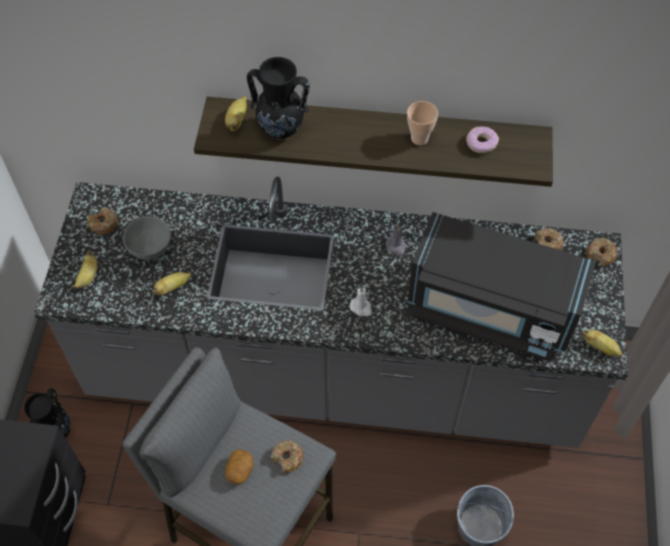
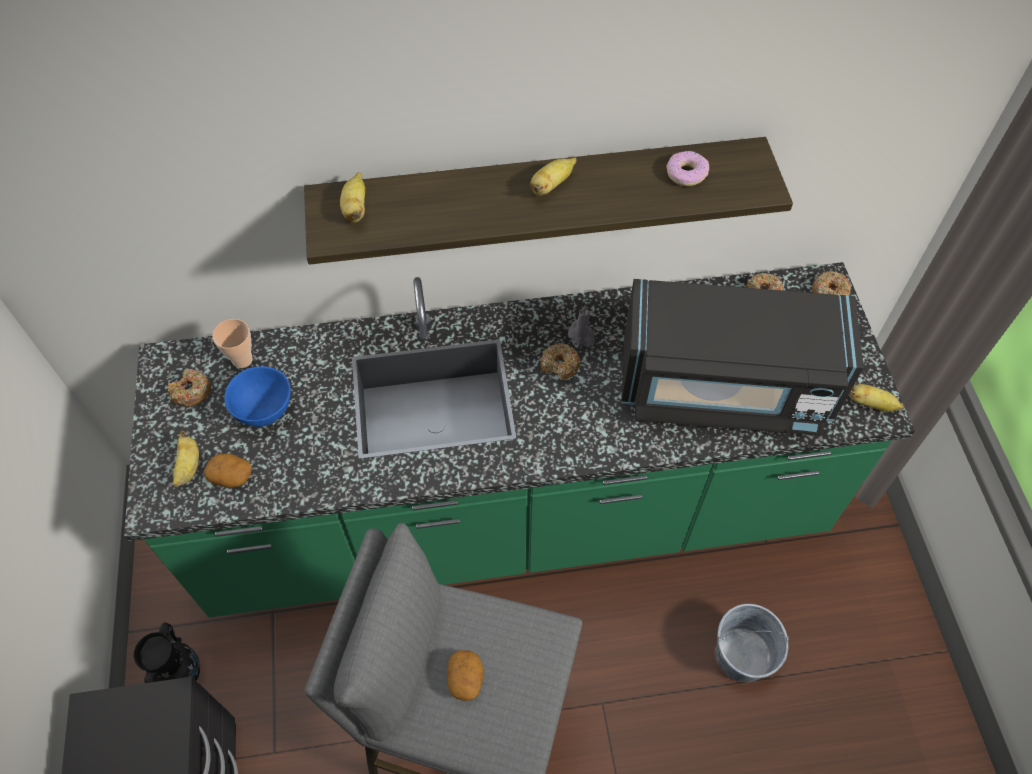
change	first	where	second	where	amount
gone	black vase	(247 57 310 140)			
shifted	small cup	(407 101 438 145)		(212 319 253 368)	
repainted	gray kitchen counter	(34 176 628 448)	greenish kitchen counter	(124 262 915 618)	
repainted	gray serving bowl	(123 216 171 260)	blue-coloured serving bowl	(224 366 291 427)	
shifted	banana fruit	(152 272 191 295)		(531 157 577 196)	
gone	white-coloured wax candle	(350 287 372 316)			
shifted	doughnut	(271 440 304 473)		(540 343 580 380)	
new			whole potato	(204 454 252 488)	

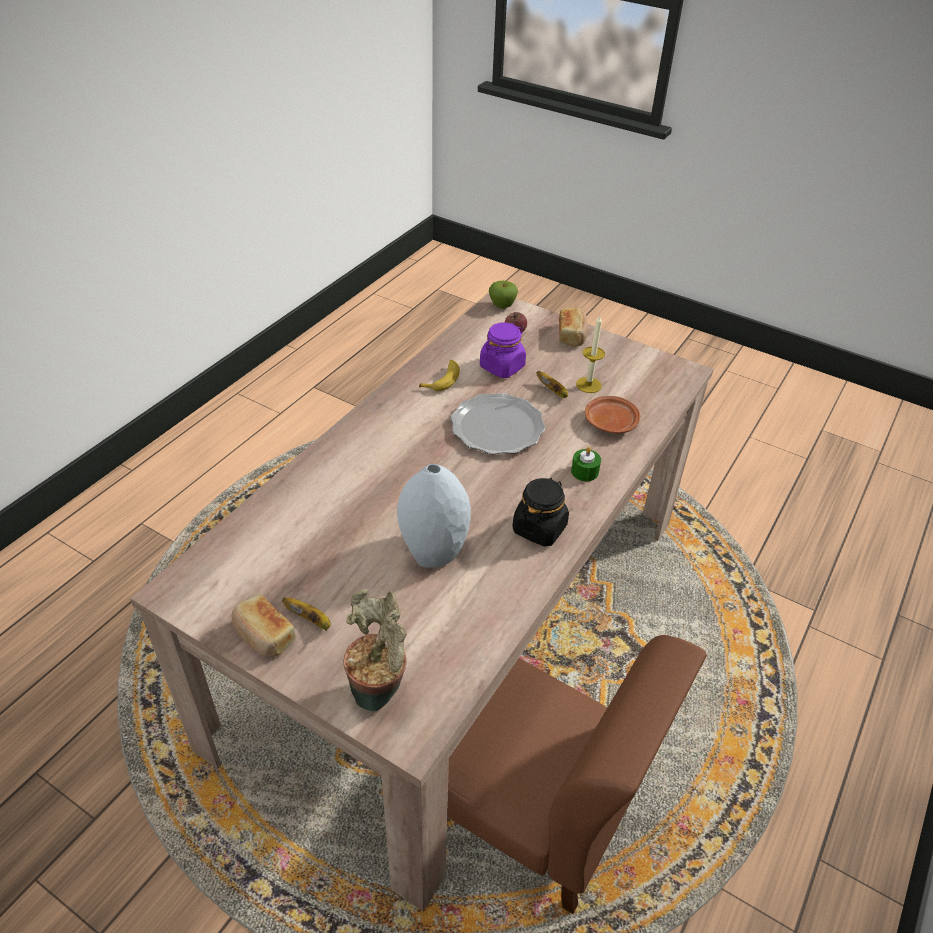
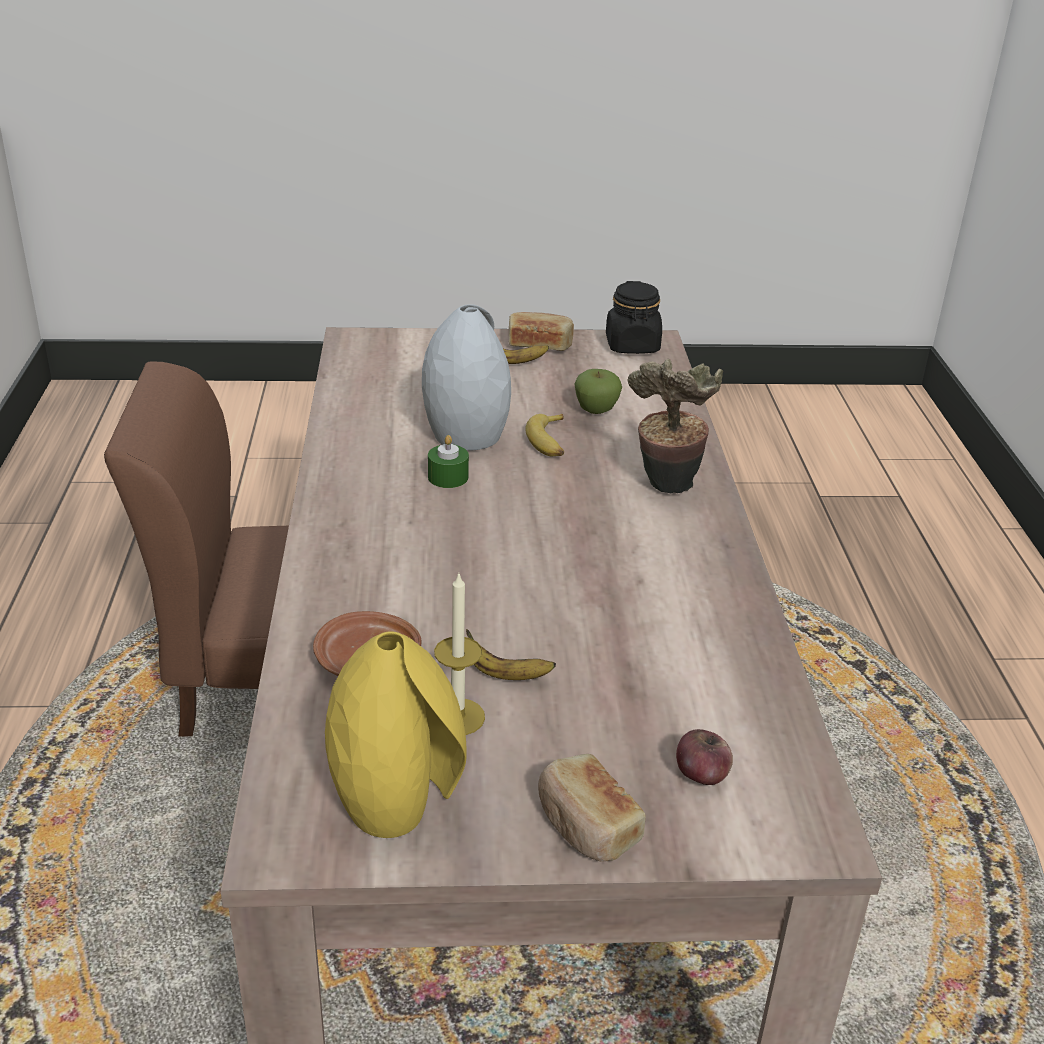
change	first	where	second	where	amount
shifted	whole apple	(489 281 518 309)		(574 369 622 414)	
gone	purple-coloured preserve jar	(480 322 526 378)			
shifted	banana fruit	(419 360 460 391)		(525 414 564 456)	
gone	dinner plate	(451 393 545 455)			
shifted	greenish wax candle	(571 447 601 481)		(428 435 469 488)	
shifted	black preserve jar	(512 478 569 547)		(606 281 662 354)	
shifted	plant in a pot	(343 589 407 711)		(627 359 723 494)	
new			yellowish vase	(325 631 467 838)	

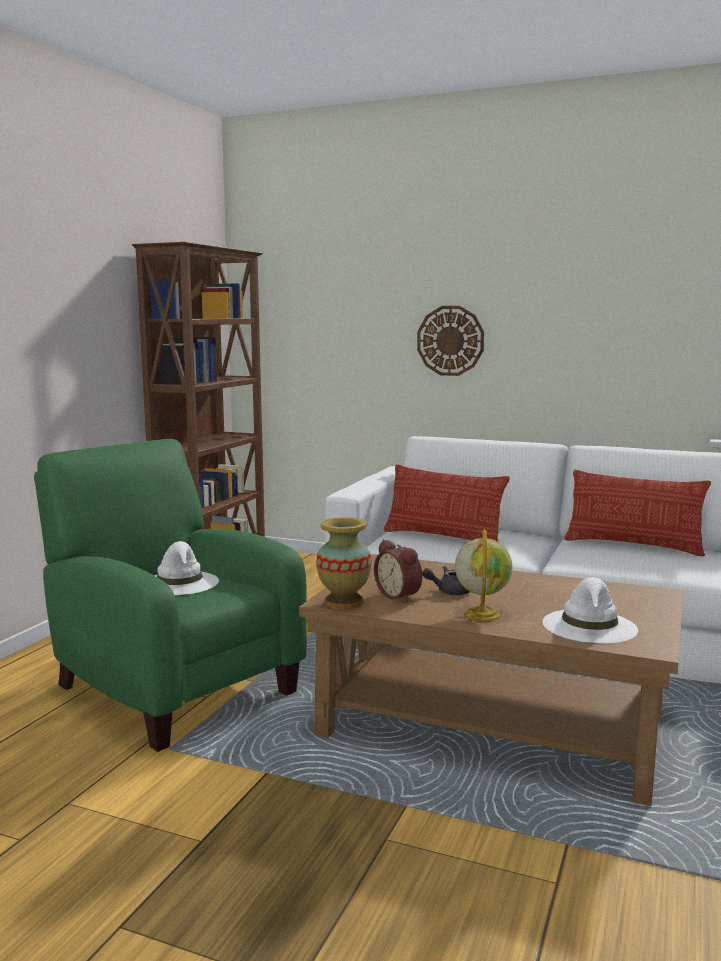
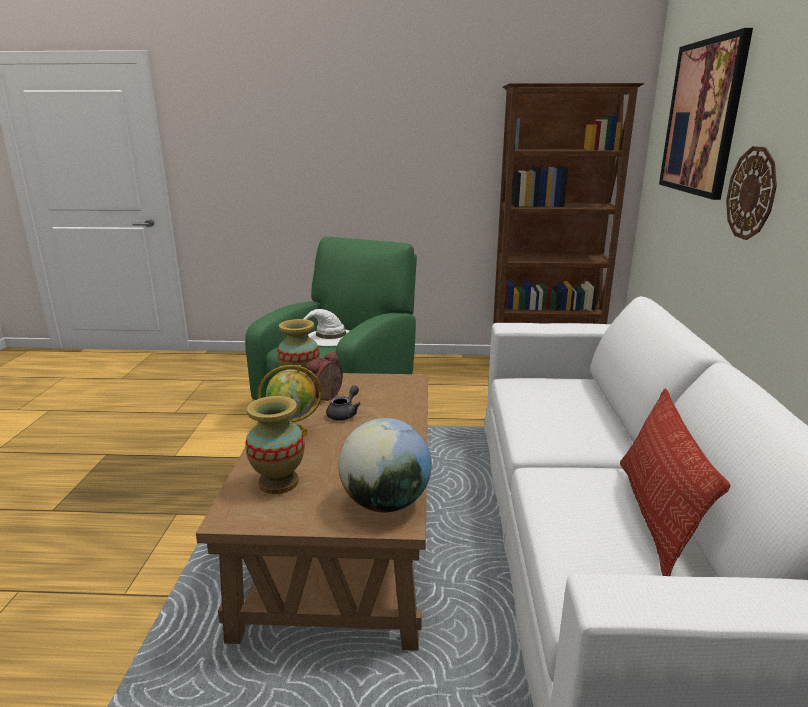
change	first	where	second	where	amount
gone	pillow	(384 464 510 542)			
rotated	gray teapot	(422 566 470 595)		(326 385 361 420)	60 degrees clockwise
swapped	white-coloured hat	(543 577 638 644)	vase	(246 396 305 494)	
new			wall art	(659 28 753 200)	
new			desk globe	(338 418 431 512)	

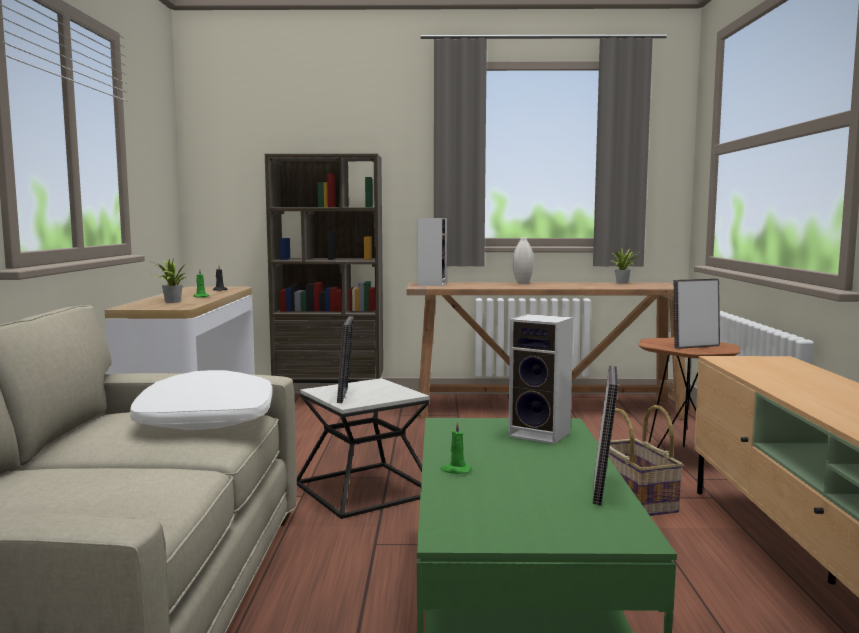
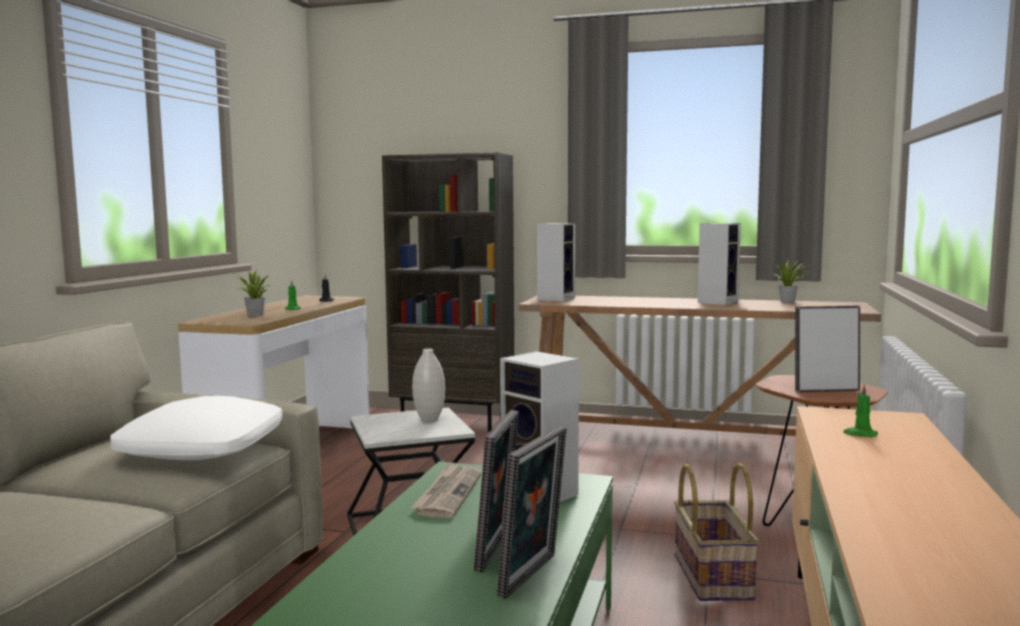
change	first	where	second	where	amount
shifted	white-coloured vase	(513 237 534 284)		(412 349 445 422)	
shifted	photo frame	(337 316 354 403)		(474 410 519 572)	
shifted	greenish wax candle	(441 421 472 474)		(843 384 878 437)	
new			audio speaker	(698 223 741 305)	
new			printed paper	(410 462 481 518)	

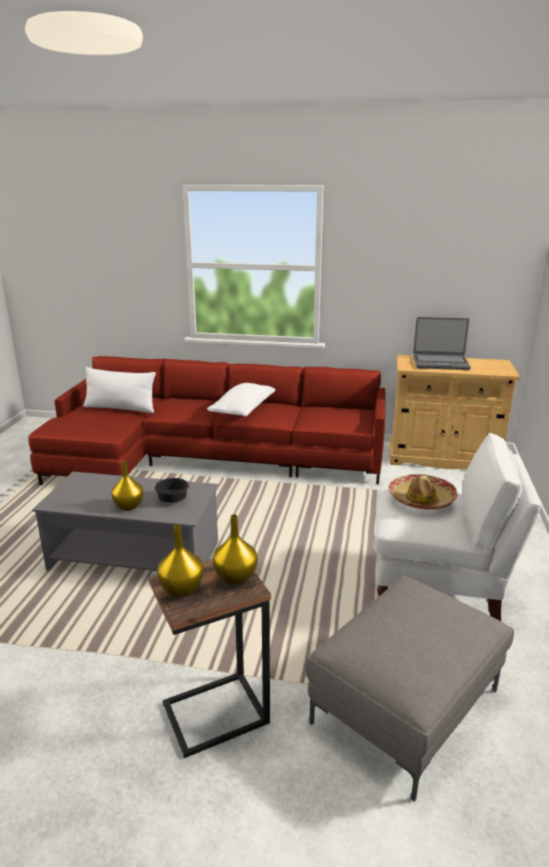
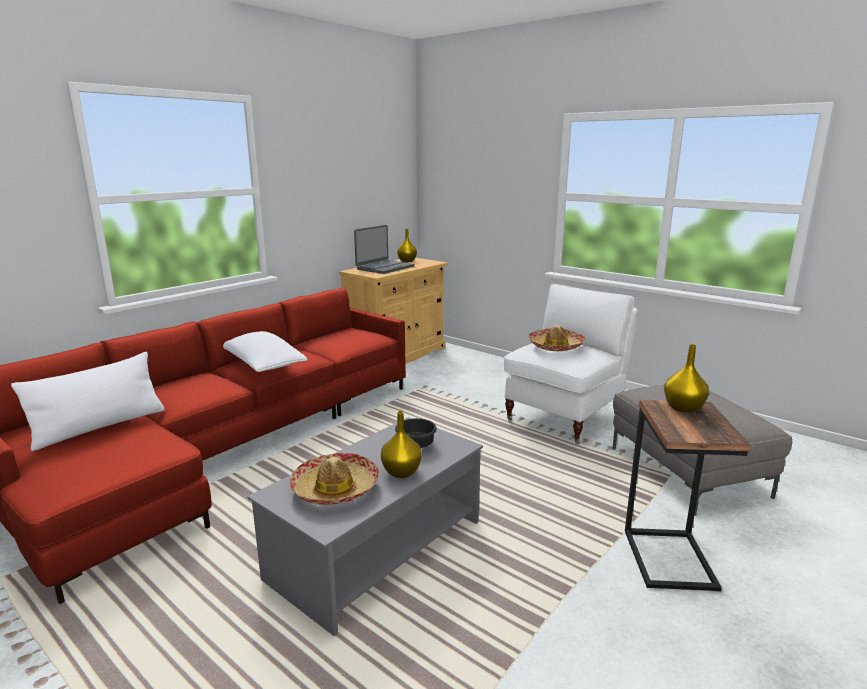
change	first	where	second	where	amount
shifted	yellowish vase	(157 525 204 598)		(397 229 417 262)	
new			hat	(289 453 379 505)	

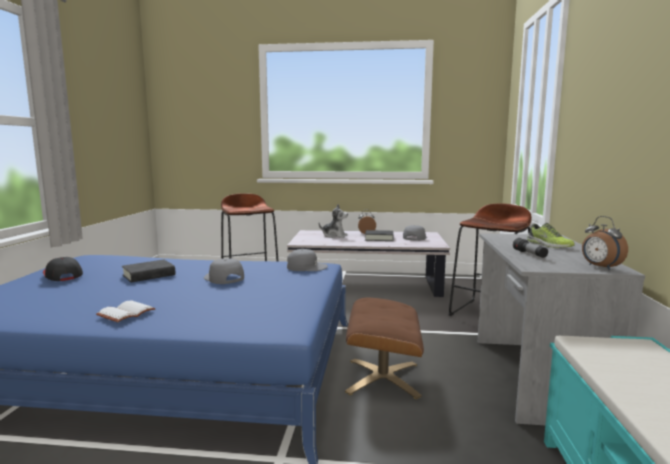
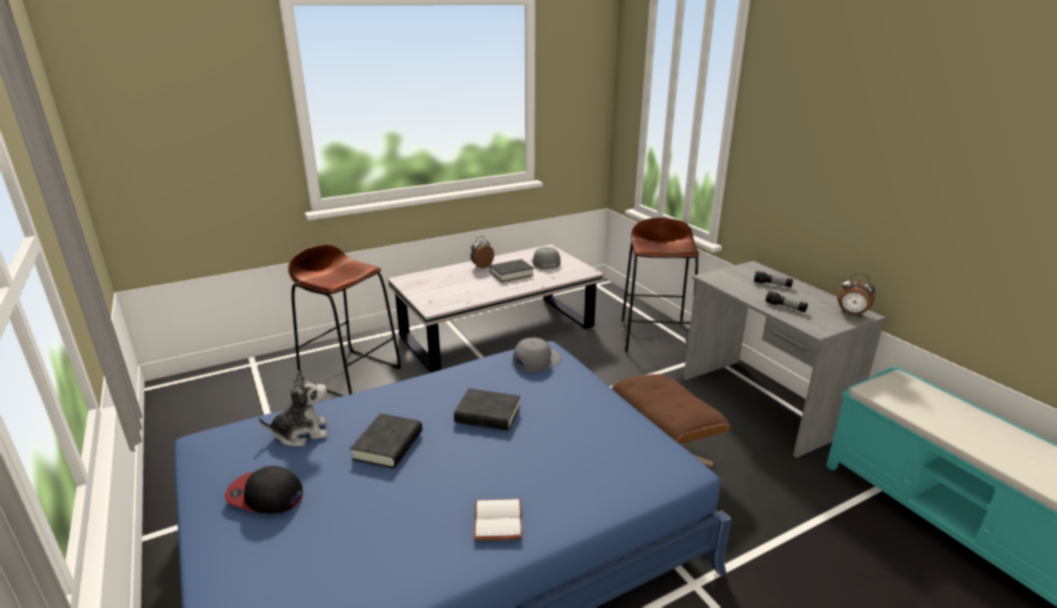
change	first	where	second	where	amount
shifted	cuddly toy	(319 204 348 238)		(259 371 328 446)	
swapped	shoe	(527 223 575 248)	torch	(754 271 793 287)	
swapped	gray baseball cap	(204 258 244 284)	black volume	(454 388 520 431)	

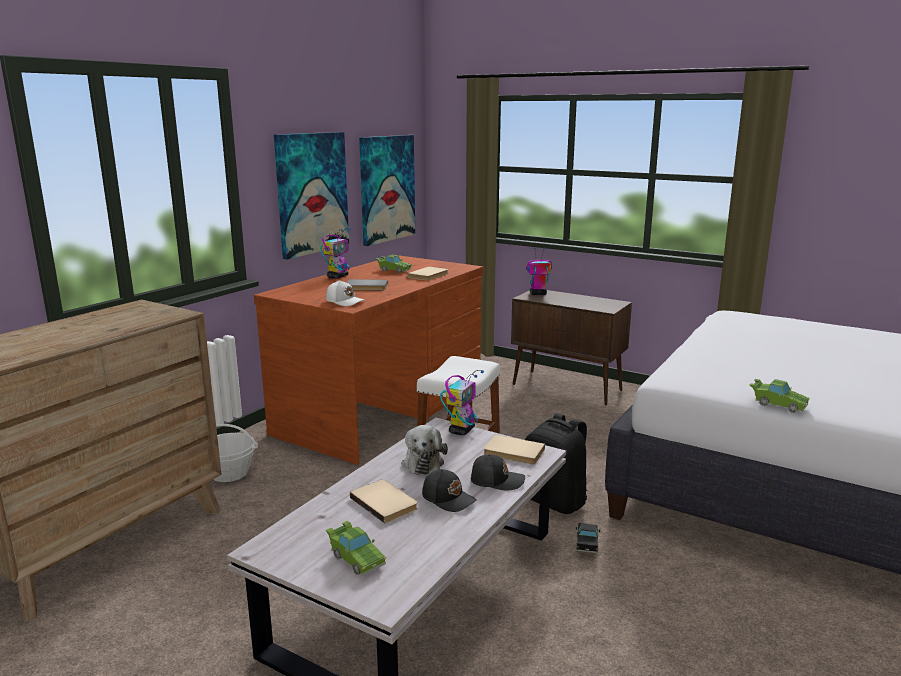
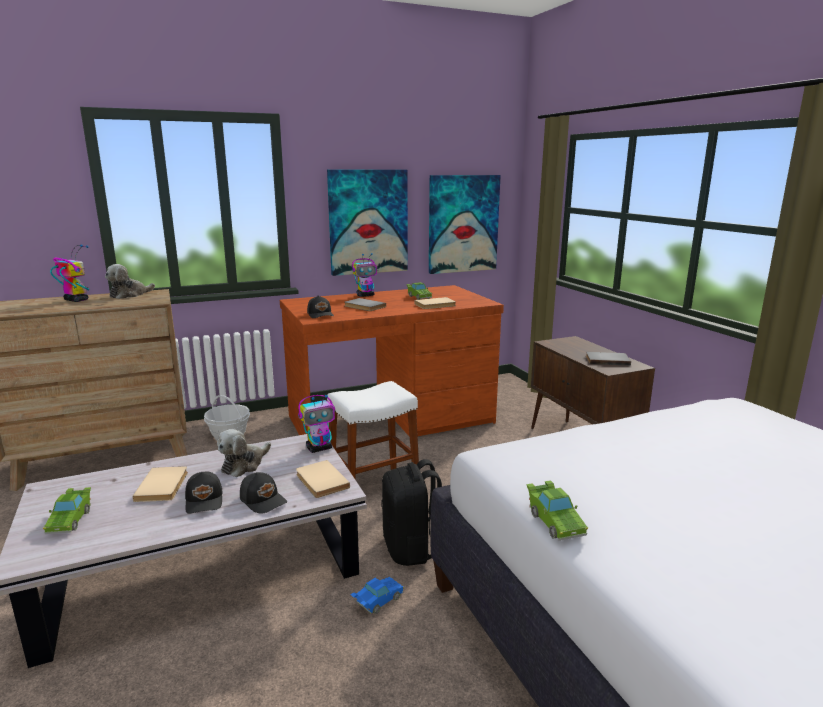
change	first	where	second	where	amount
shifted	toy robot	(526 247 552 295)		(50 245 89 302)	
repainted	white-coloured baseball cap	(326 280 365 306)	black baseball cap	(307 295 334 318)	
repainted	black miniature car	(576 523 600 553)	blue-coloured miniature car	(350 577 404 614)	
new			cuddly toy	(105 264 155 299)	
new			gray volume	(586 352 631 366)	

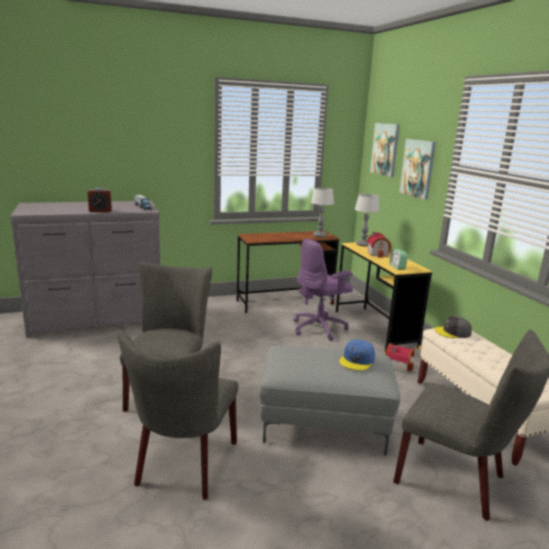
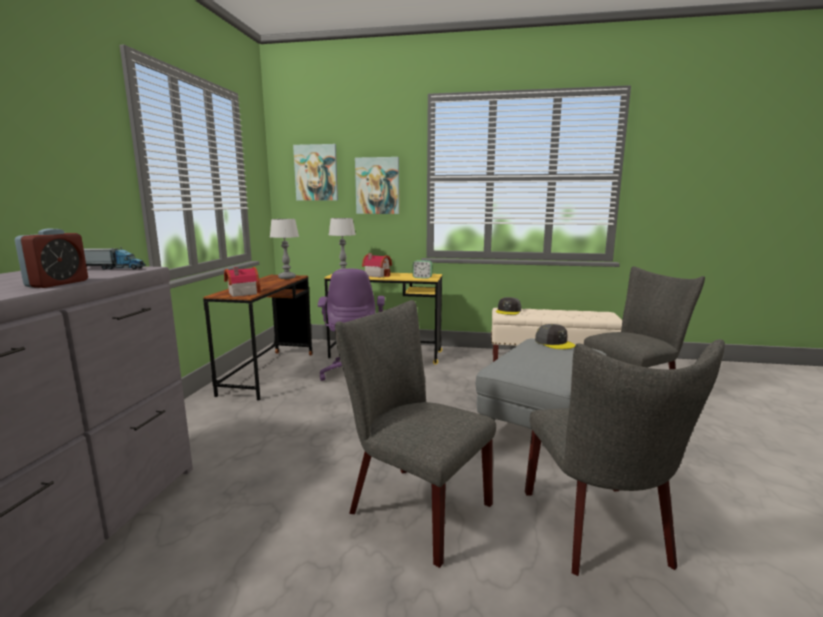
change	first	where	second	where	amount
rotated	gray chair	(118 329 238 500)		(525 339 725 576)	45 degrees clockwise
repainted	blue-coloured baseball cap	(339 340 375 370)	gray baseball cap	(535 324 575 349)	
shifted	toy house	(385 343 415 373)		(224 267 261 297)	

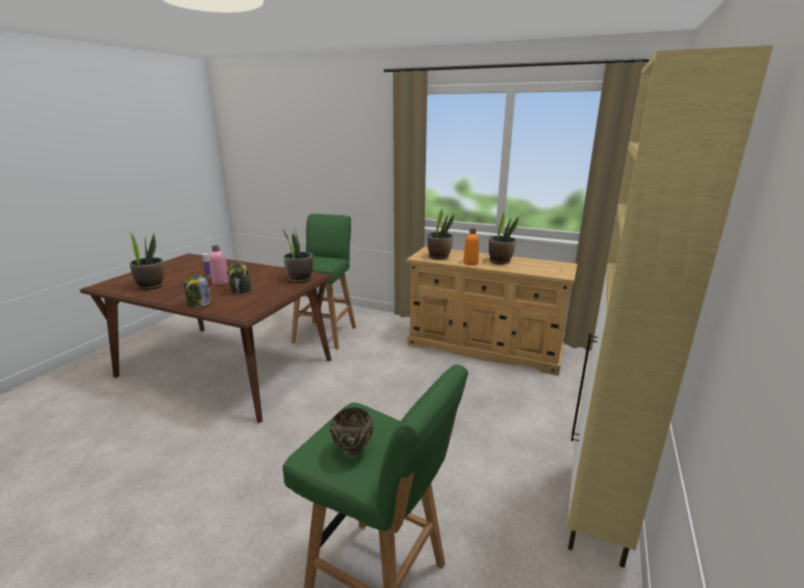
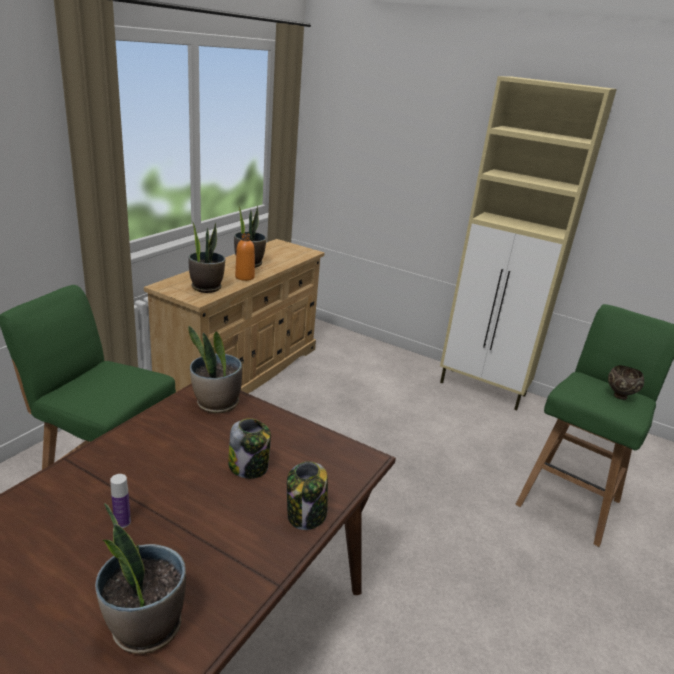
change	first	where	second	where	amount
gone	pink-coloured drink bottle	(209 245 229 285)			

